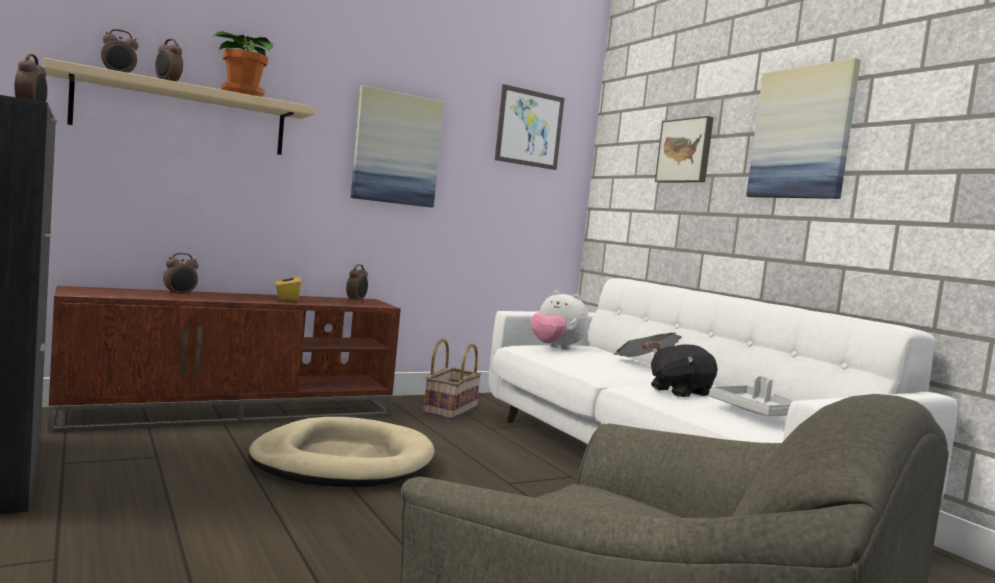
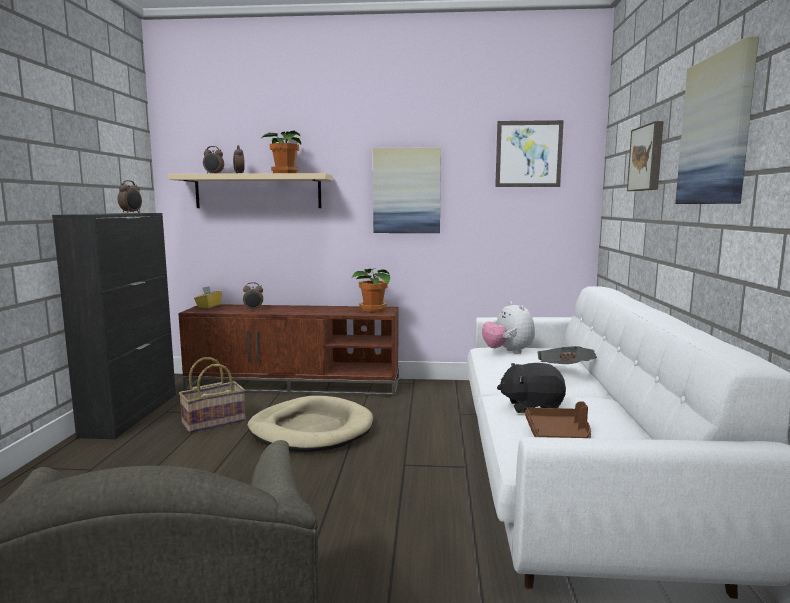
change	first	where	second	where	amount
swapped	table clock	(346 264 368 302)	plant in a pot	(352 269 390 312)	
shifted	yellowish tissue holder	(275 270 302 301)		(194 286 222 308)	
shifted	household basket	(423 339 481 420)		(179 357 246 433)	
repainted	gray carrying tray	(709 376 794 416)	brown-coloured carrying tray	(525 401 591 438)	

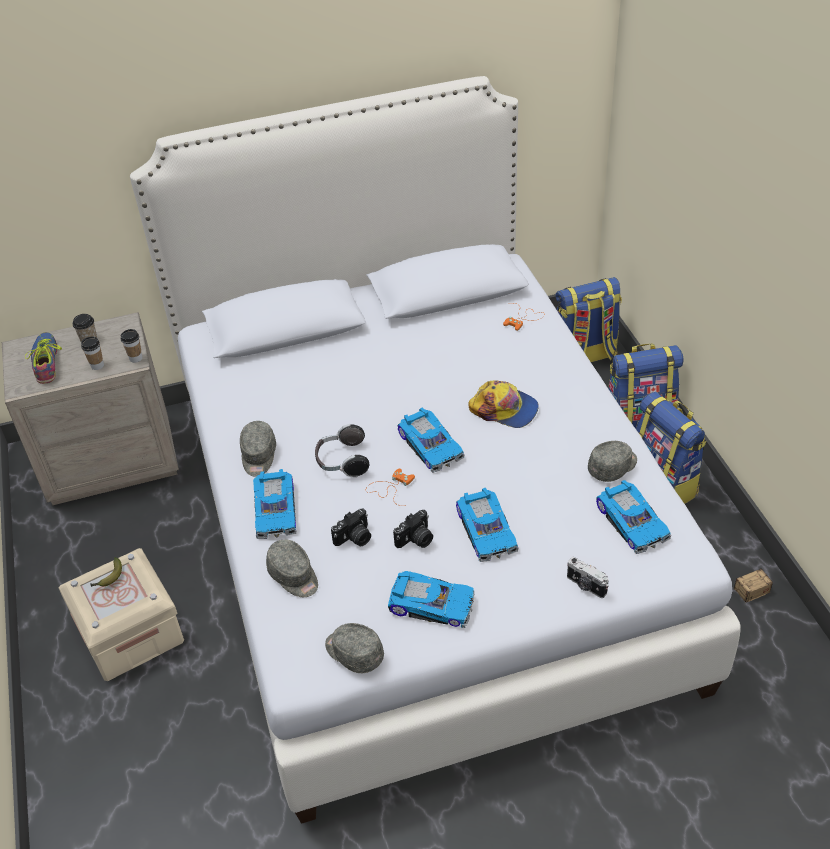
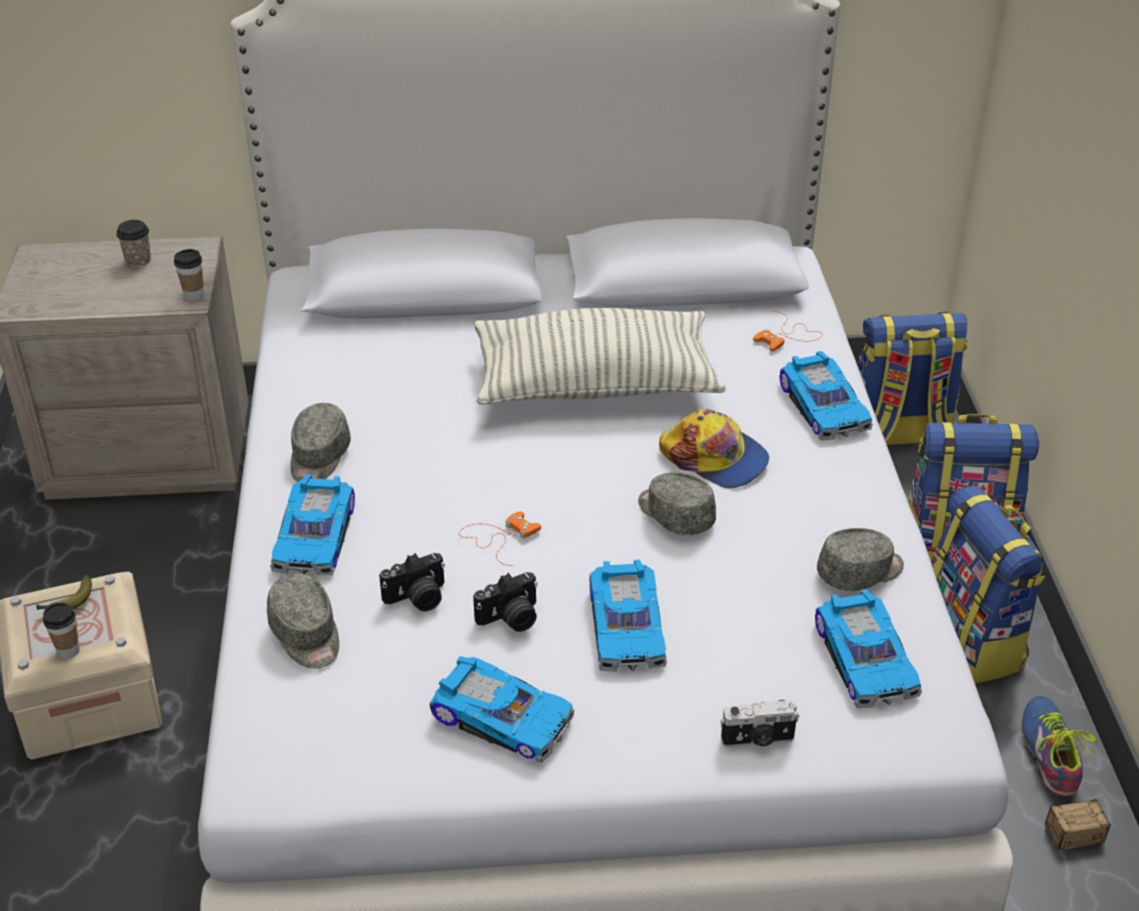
change	first	where	second	where	amount
shifted	shoe	(25 332 62 384)		(1021 696 1097 796)	
shifted	small cup	(81 337 104 370)		(43 603 80 659)	
shifted	miniature car	(397 408 465 473)		(780 351 873 440)	
gone	headset	(315 424 369 477)			
rotated	photo camera	(567 557 609 598)		(720 700 799 747)	60 degrees counterclockwise
shifted	gray baseball cap	(325 623 384 673)		(638 472 716 535)	
new			pillow	(474 308 726 405)	

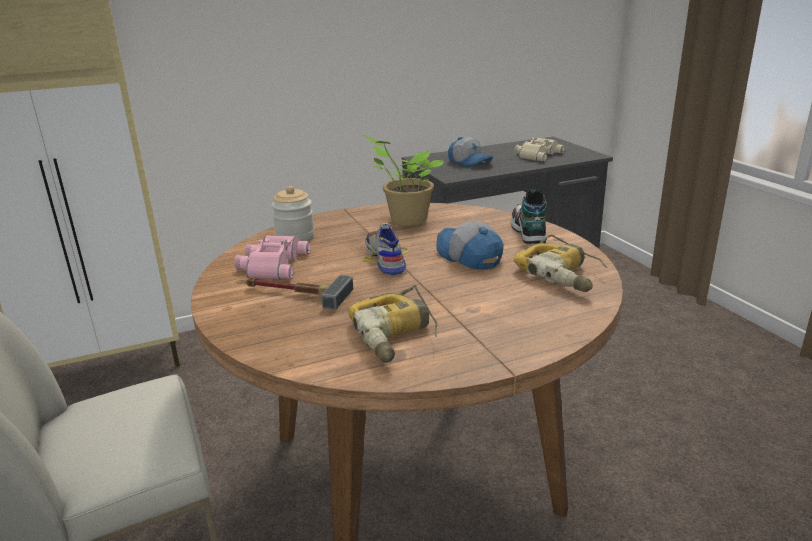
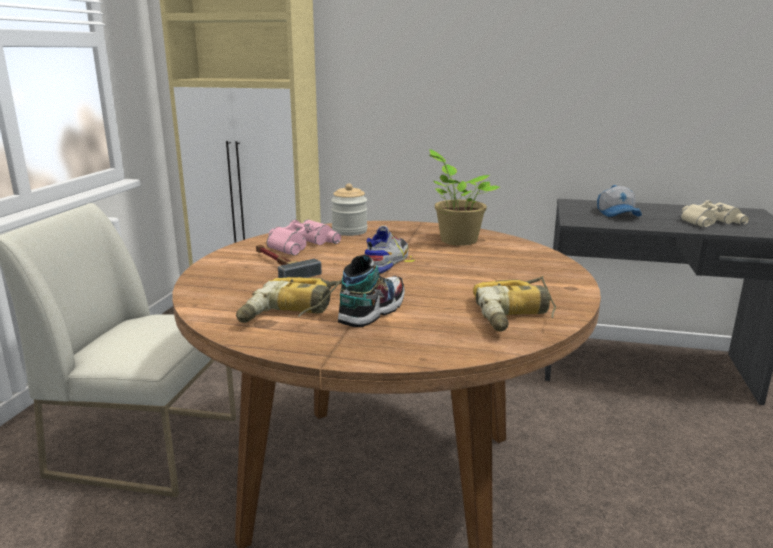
change	first	where	second	where	amount
shifted	shoe	(511 189 546 244)		(338 255 405 327)	
gone	baseball cap	(436 221 504 269)			

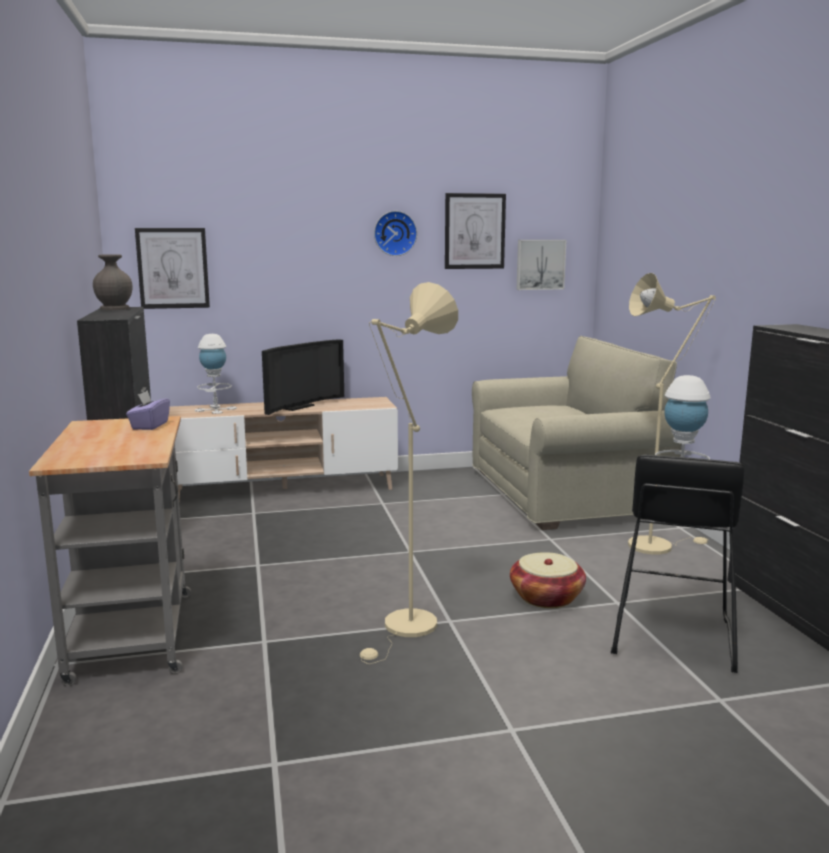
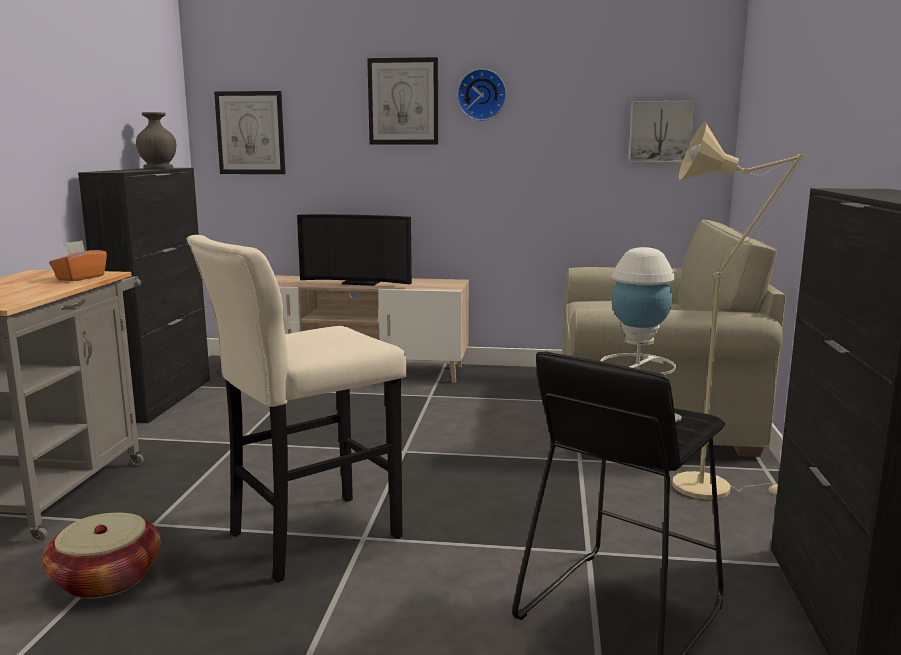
change	first	where	second	where	amount
shifted	wall art	(445 193 506 269)		(367 57 438 144)	
swapped	sand-coloured standing lamp	(360 282 458 664)	sand-coloured stool	(187 235 407 583)	
gone	white-coloured table lamp	(195 334 237 414)			
rotated	TV	(262 339 344 415)		(297 214 412 286)	45 degrees clockwise
repainted	purple-coloured tissue holder	(126 390 170 430)	orange tissue holder	(49 241 107 281)	
shifted	household basket	(510 552 586 608)		(42 513 161 599)	

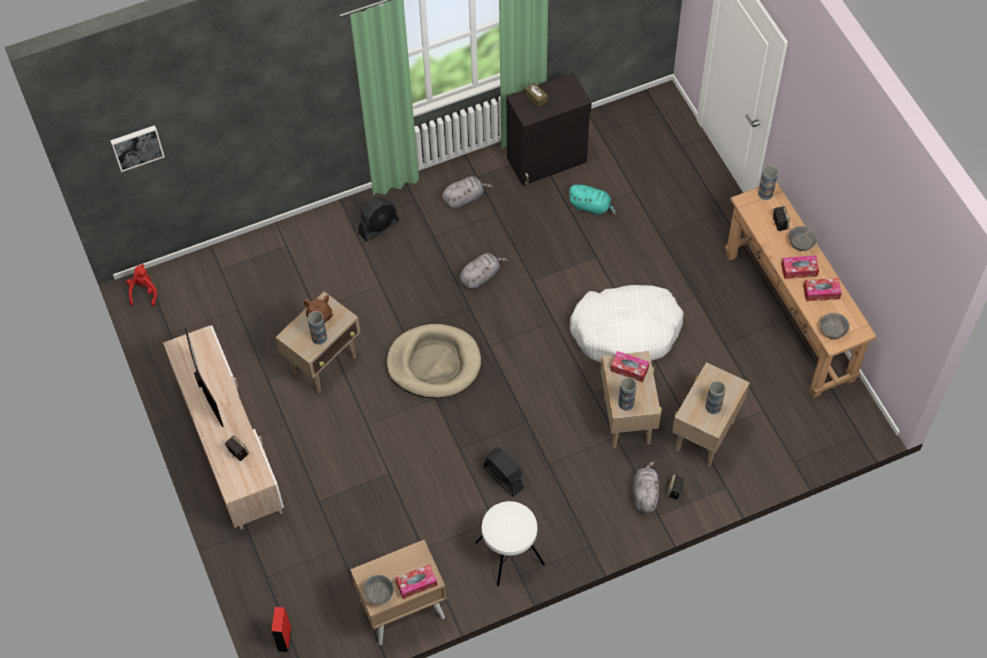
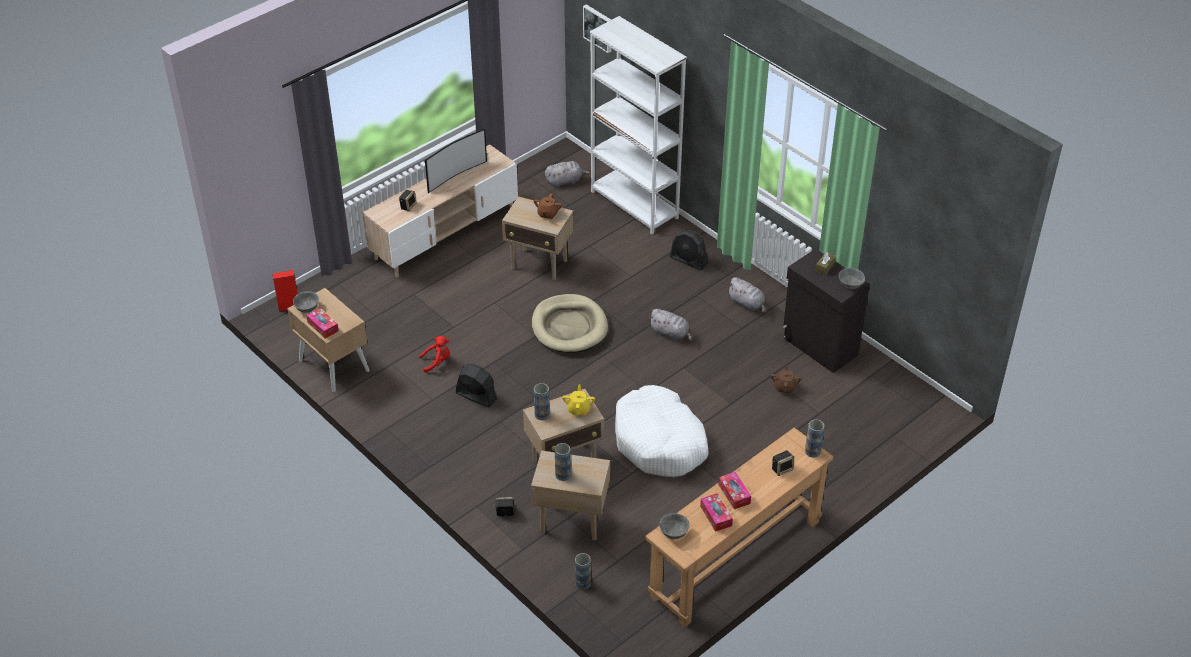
change	first	where	second	where	amount
swapped	turquoise-coloured cuddly toy	(568 185 616 215)	brown-coloured teapot	(771 365 802 393)	
shifted	gray serving bowl	(789 226 817 251)		(839 268 865 289)	
shifted	reddish cuddly toy	(126 264 157 306)		(419 336 450 373)	
shifted	vase	(308 311 327 345)		(575 553 591 590)	
swapped	tissue holder	(611 351 649 382)	yellowish teapot	(562 385 595 415)	
rotated	black fan	(483 447 524 497)		(456 364 497 407)	90 degrees counterclockwise
shifted	gray cuddly toy	(632 461 660 513)		(545 161 590 187)	
gone	white-coloured stool	(475 501 545 586)			
new			white-coloured shelving unit	(590 16 687 234)	

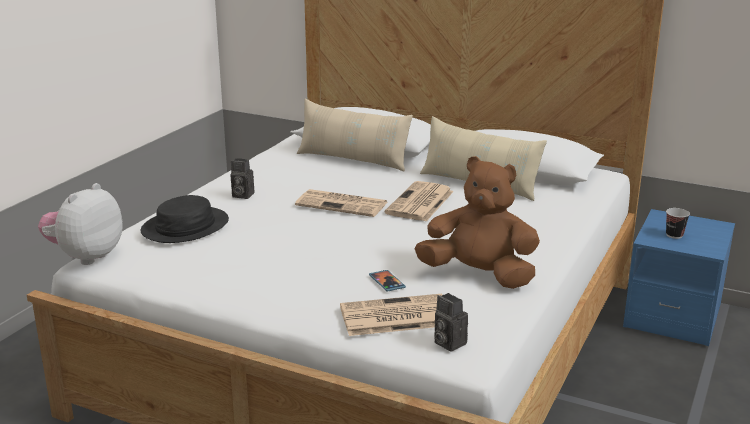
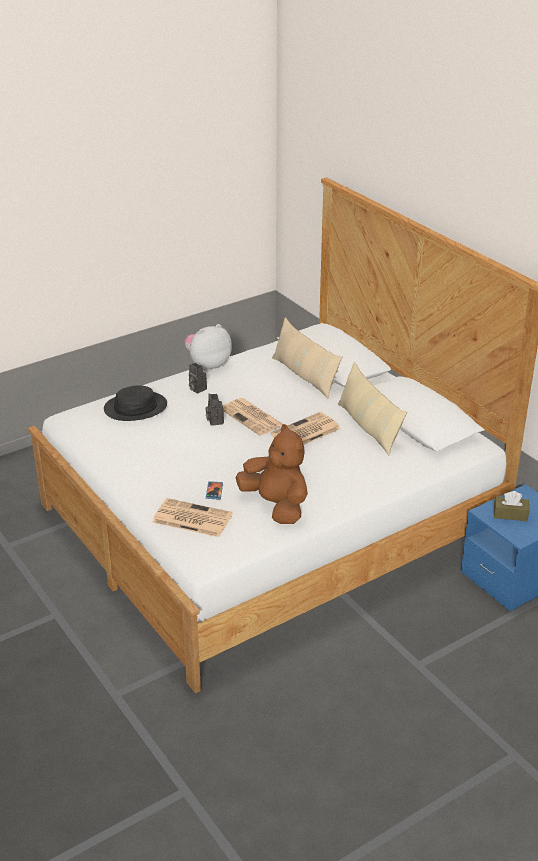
change	first	where	second	where	amount
shifted	cuddly toy	(38 183 122 265)		(184 324 232 371)	
swapped	small cup	(666 208 690 239)	brown-coloured tissue holder	(494 491 529 521)	
shifted	photo camera	(434 293 468 352)		(205 393 224 426)	

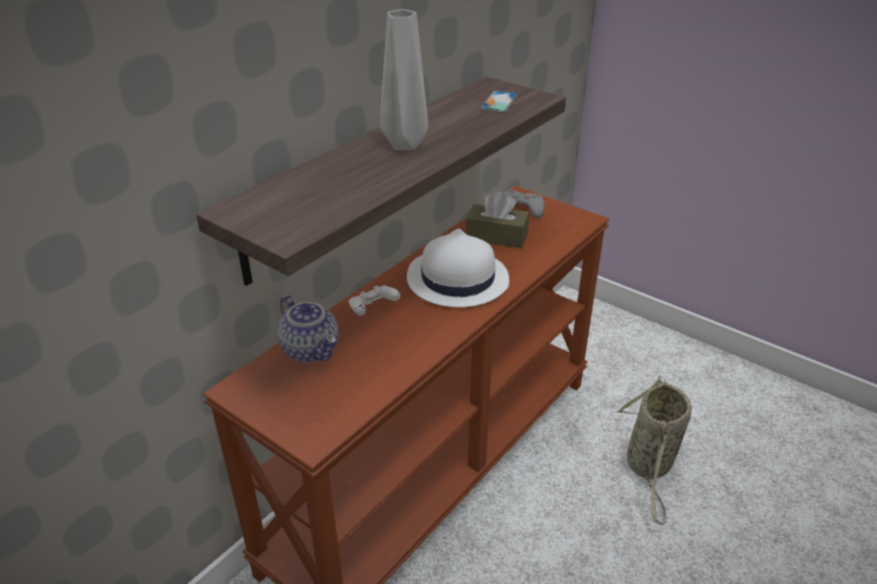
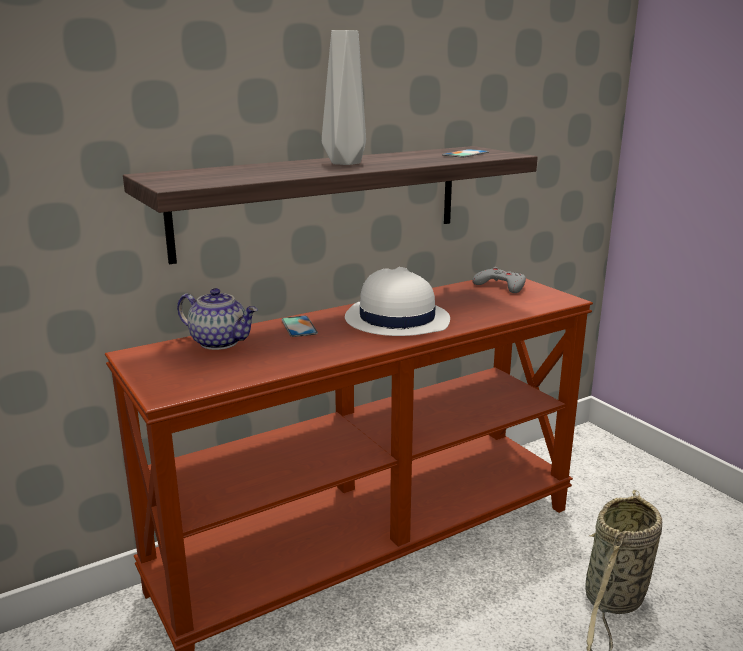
change	first	where	second	where	amount
gone	brown-coloured tissue holder	(466 192 529 248)			
swapped	white-coloured game controller	(349 285 400 315)	phone	(281 316 318 337)	
rotated	teapot	(278 295 339 363)		(177 288 258 350)	45 degrees counterclockwise

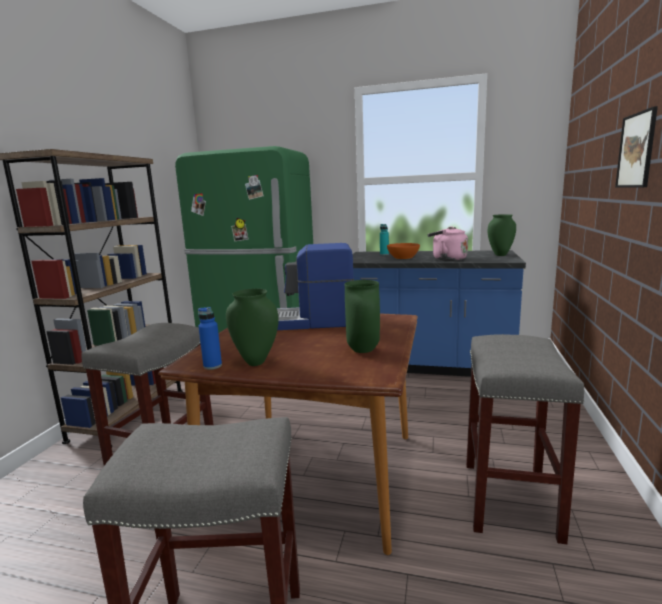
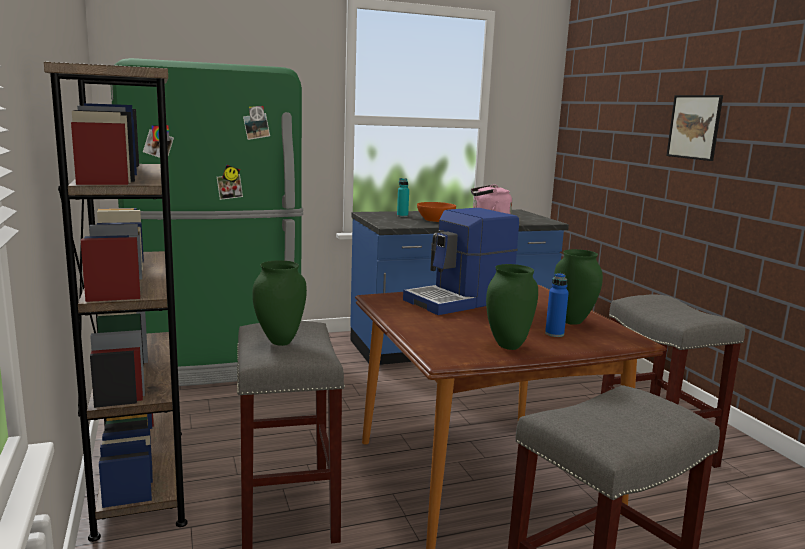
change	first	where	second	where	amount
shifted	greenish vase	(488 214 516 256)		(252 260 307 346)	
shifted	blue-coloured drink bottle	(198 307 222 370)		(545 273 569 337)	

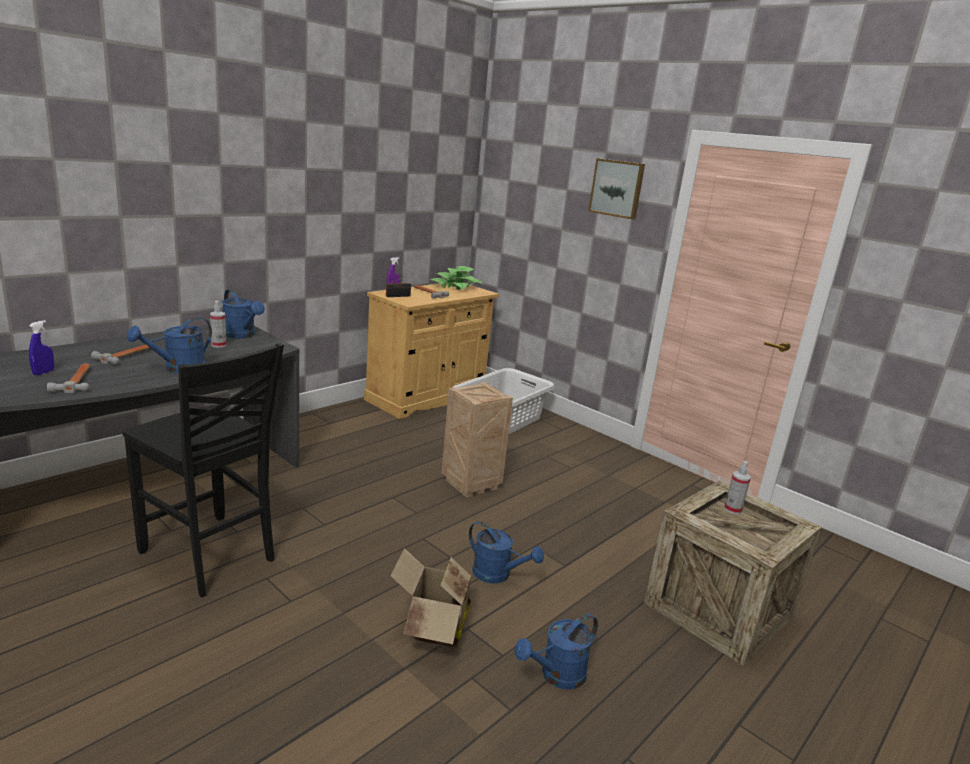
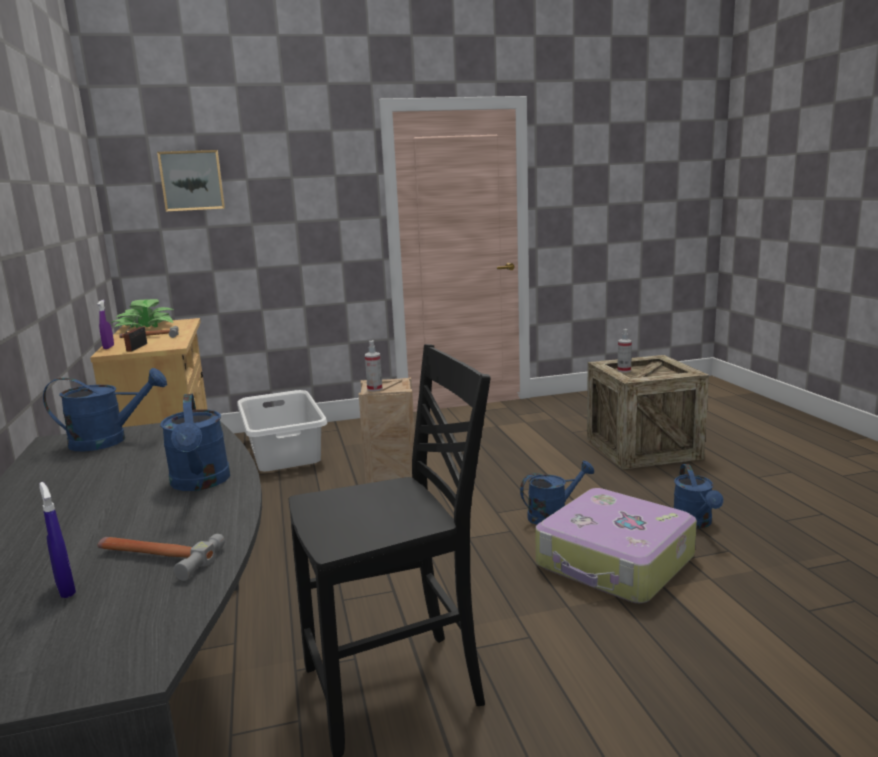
change	first	where	second	where	amount
shifted	wall art	(588 158 645 220)		(157 150 225 211)	
shifted	sprayer	(210 301 226 348)		(365 340 382 391)	
gone	hand hammer	(91 345 150 365)			
swapped	cardboard box	(391 548 471 648)	piece of luggage	(535 488 697 603)	

